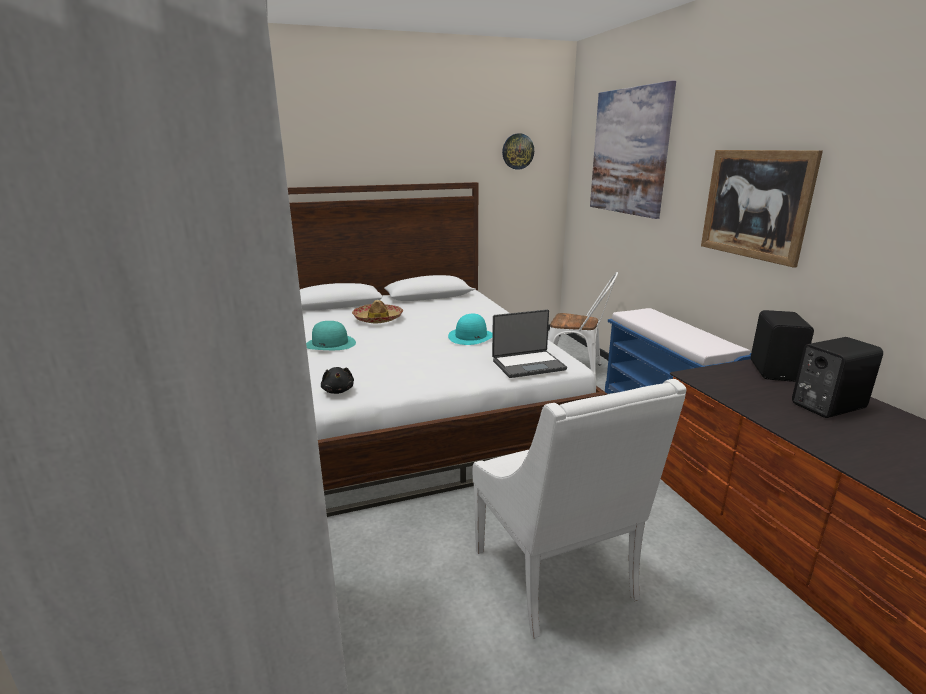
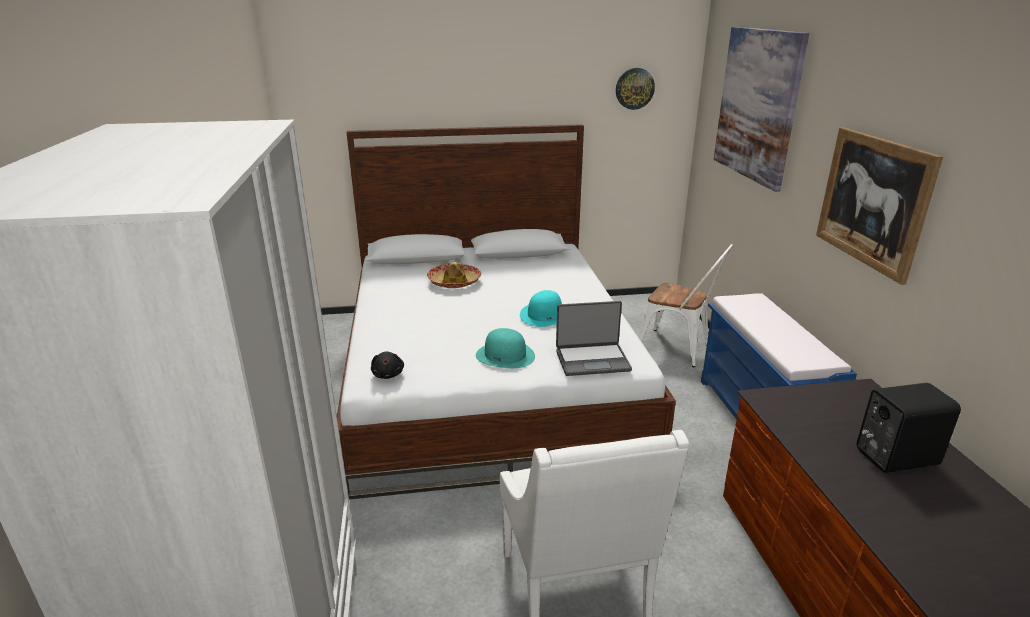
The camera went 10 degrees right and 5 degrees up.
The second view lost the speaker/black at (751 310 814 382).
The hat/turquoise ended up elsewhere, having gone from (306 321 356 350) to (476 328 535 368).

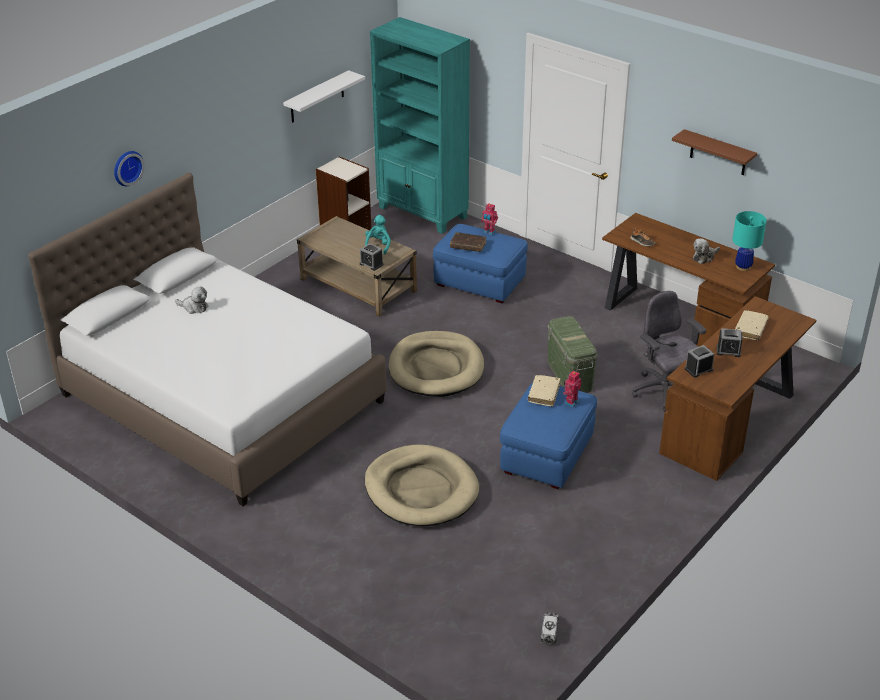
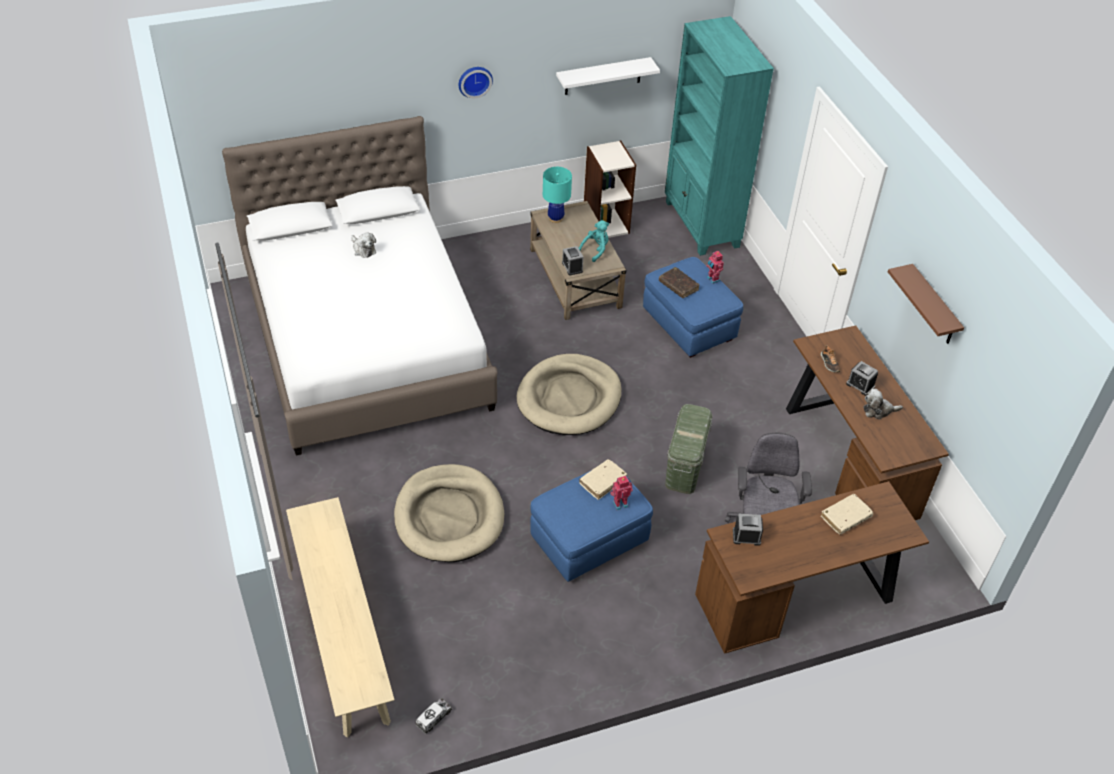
The camera went 30 degrees right and 10 degrees up.
The wall clock ended up elsewhere, having gone from (114 151 145 186) to (459 67 493 98).
The table lamp/turquoise ended up elsewhere, having gone from (732 211 767 271) to (543 167 572 223).
The alarm clock ended up elsewhere, having gone from (717 328 742 357) to (846 361 878 396).
The second view gained the bench/beige at (286 497 394 738).

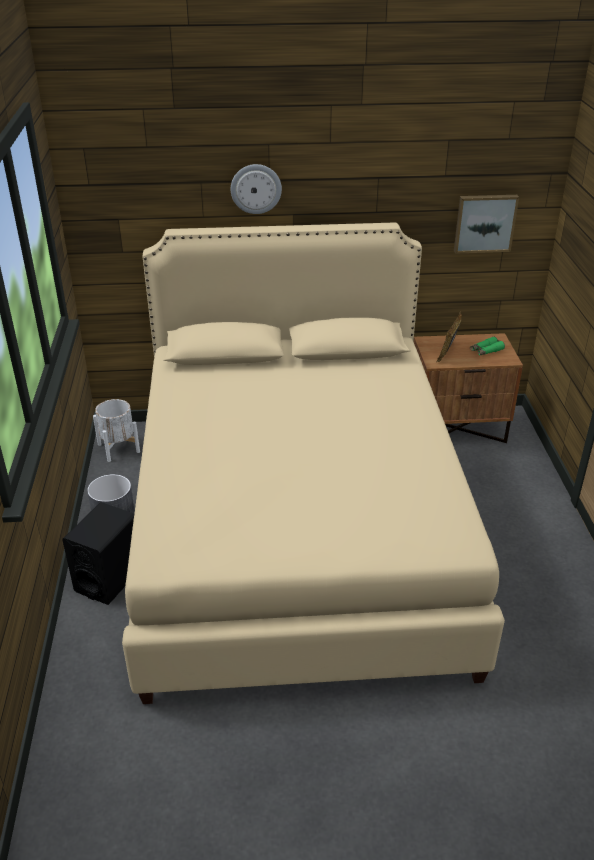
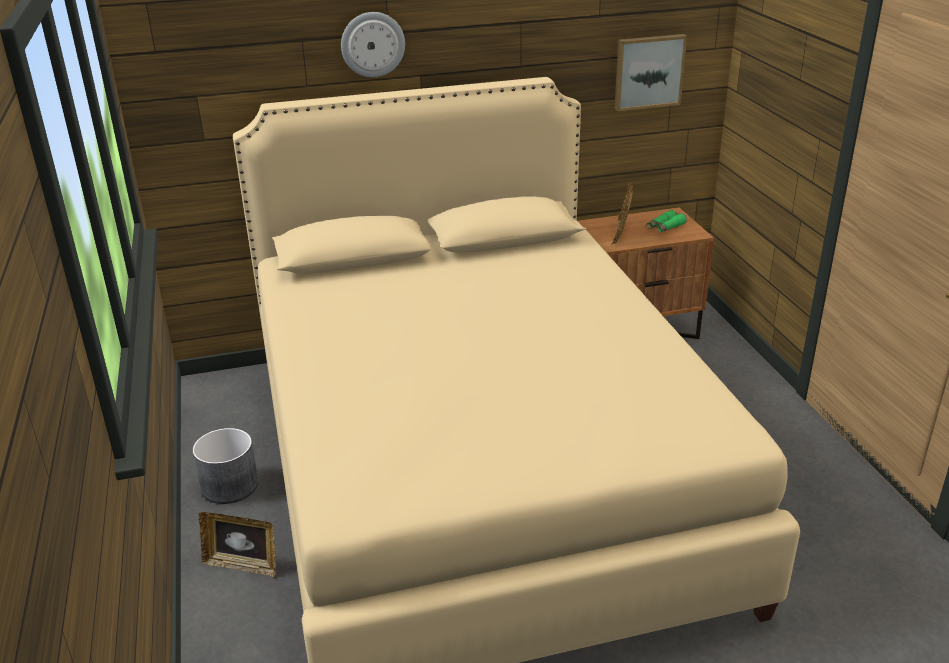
The camera went 10 degrees left and 5 degrees down.
The second view lost the planter/white at (93 399 140 462).
Where the speaker/black stood at (62 502 134 605), the picture frame came to stand at (199 512 276 577).

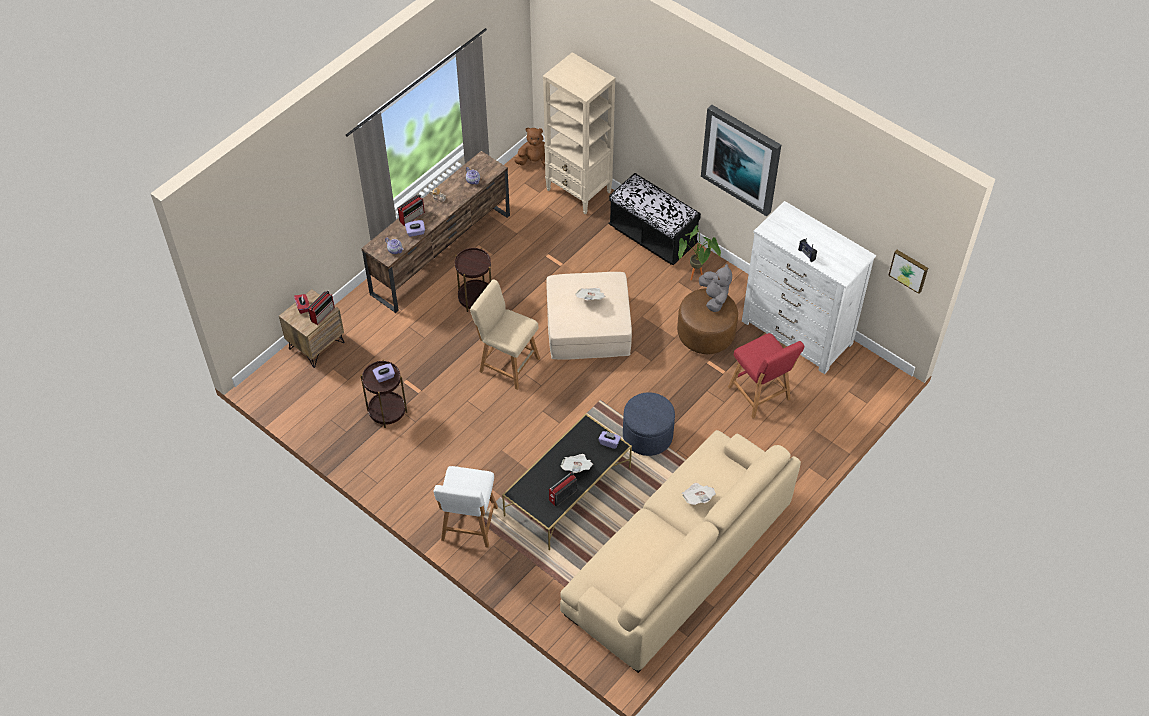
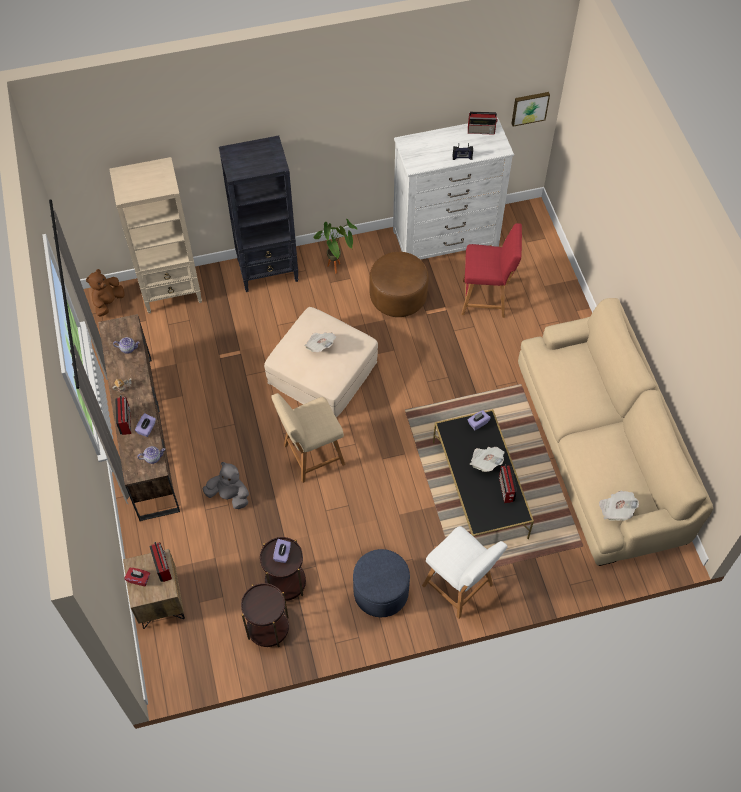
The camera went 55 degrees left and 5 degrees up.
The second view lost the picture at (701 105 781 216).
Where the bench/black stood at (609 173 701 265), the bookcase/black came to stand at (219 136 299 292).
The side table/brown ended up elsewhere, having gone from (455 248 491 312) to (241 583 289 648).
The plush toy/grey ended up elsewhere, having gone from (699 263 732 312) to (202 462 249 509).
The ottoman/blue ended up elsewhere, having gone from (623 392 675 456) to (353 549 410 617).
The newspaper ended up elsewhere, having gone from (681 483 716 505) to (599 491 639 521).
The second view gained the radio at (468 112 498 135).

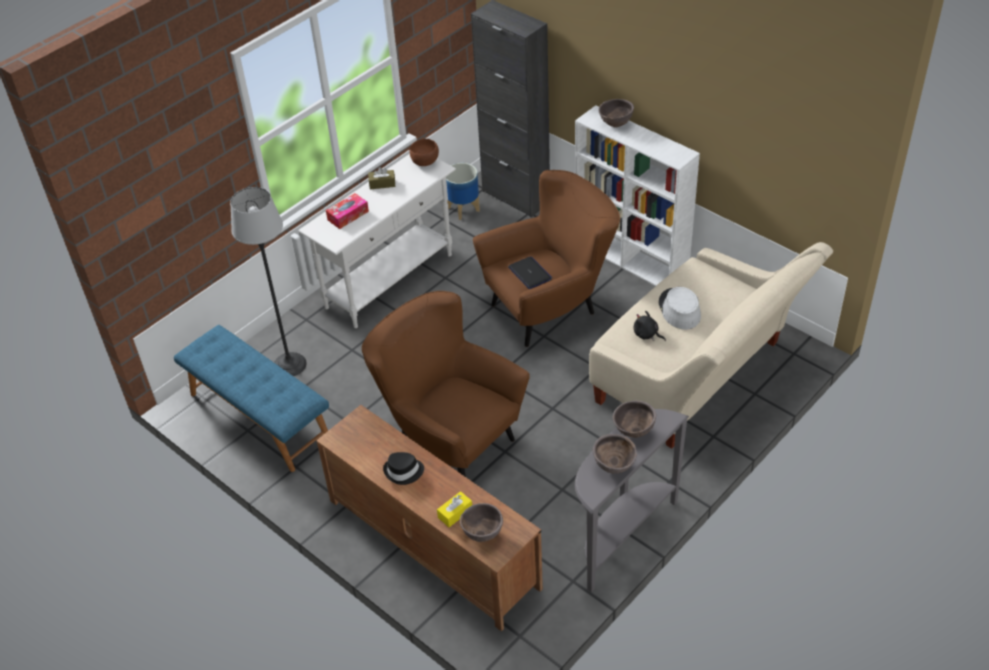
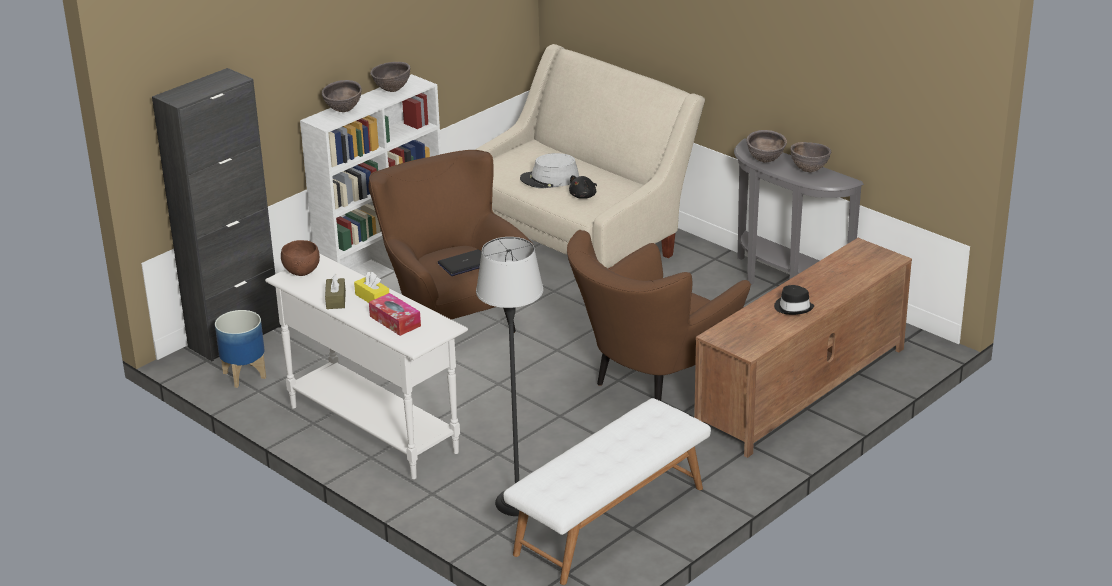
The camera went 90 degrees left and 15 degrees down.
What was the bench/blue at (174 325 329 472) turned into the bench/white at (504 398 711 585).
The tissue box/yellow ended up elsewhere, having gone from (437 491 472 527) to (354 272 389 303).
The bowl/brown ended up elsewhere, having gone from (460 503 503 542) to (370 62 410 92).

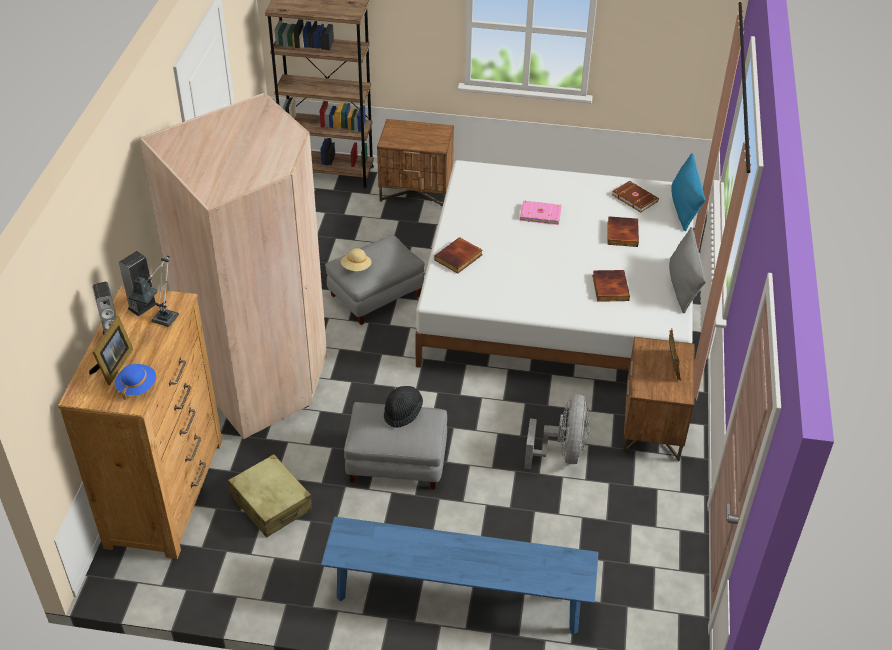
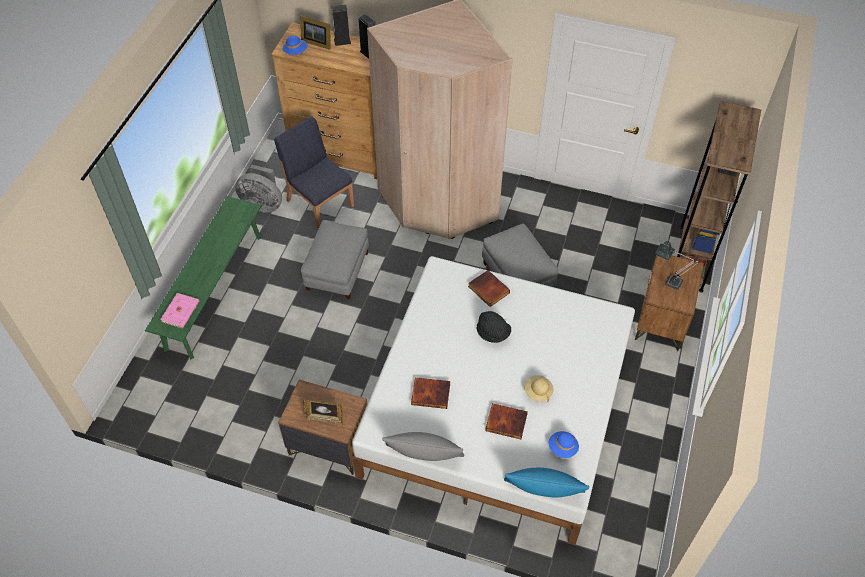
The camera went 100 degrees right and 10 degrees up.
Where the book/brown stood at (612 181 659 213), the hat/blue came to stand at (548 431 579 458).
The book/pink ended up elsewhere, having gone from (520 201 562 225) to (160 293 199 329).
The hat/beige ended up elsewhere, having gone from (341 248 372 271) to (524 375 554 402).
The table lamp ended up elsewhere, having gone from (127 256 179 327) to (655 241 700 290).
The hat/black ended up elsewhere, having gone from (384 386 423 428) to (477 311 511 343).
The fan/grey ended up elsewhere, having gone from (524 394 590 469) to (235 164 282 213).
Where the suitcase/beige stood at (228 454 312 538), the chair/blue came to stand at (274 116 354 229).
What was the bench/blue at (321 517 599 634) turned into the bench/green at (145 196 262 359).

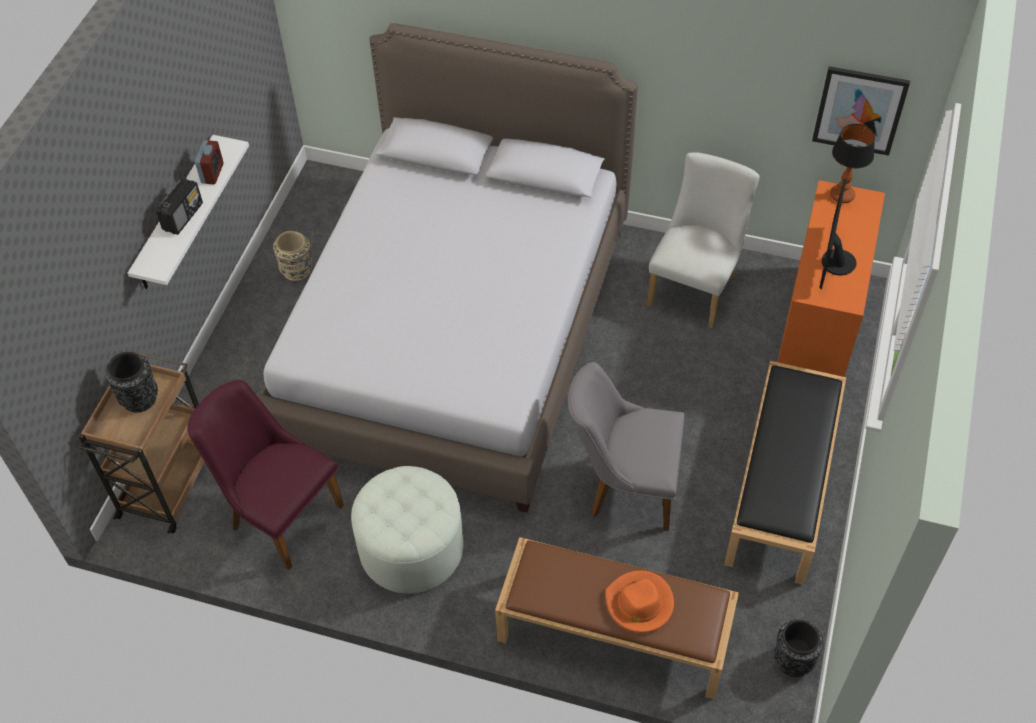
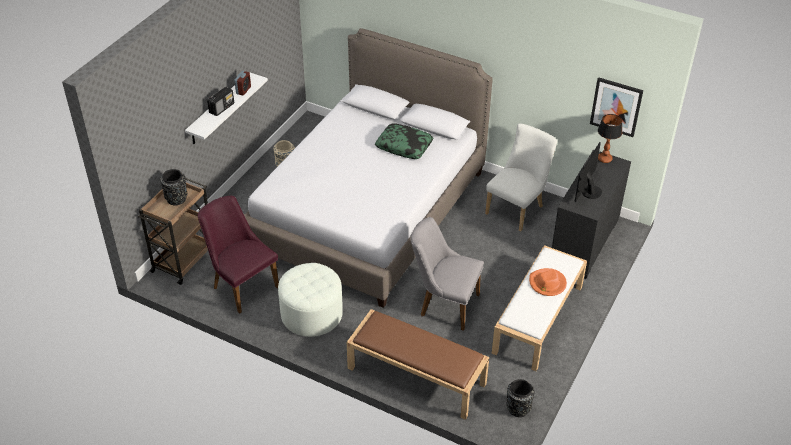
The camera went 10 degrees right and 10 degrees down.
What was the dresser/orange at (778 180 885 377) turned into the dresser/black at (552 149 631 279).
What was the bench/black at (724 361 846 585) turned into the bench/white at (492 245 587 371).
The hat/orange ended up elsewhere, having gone from (605 571 674 633) to (529 268 567 296).
The second view gained the pillow at (375 123 434 159).

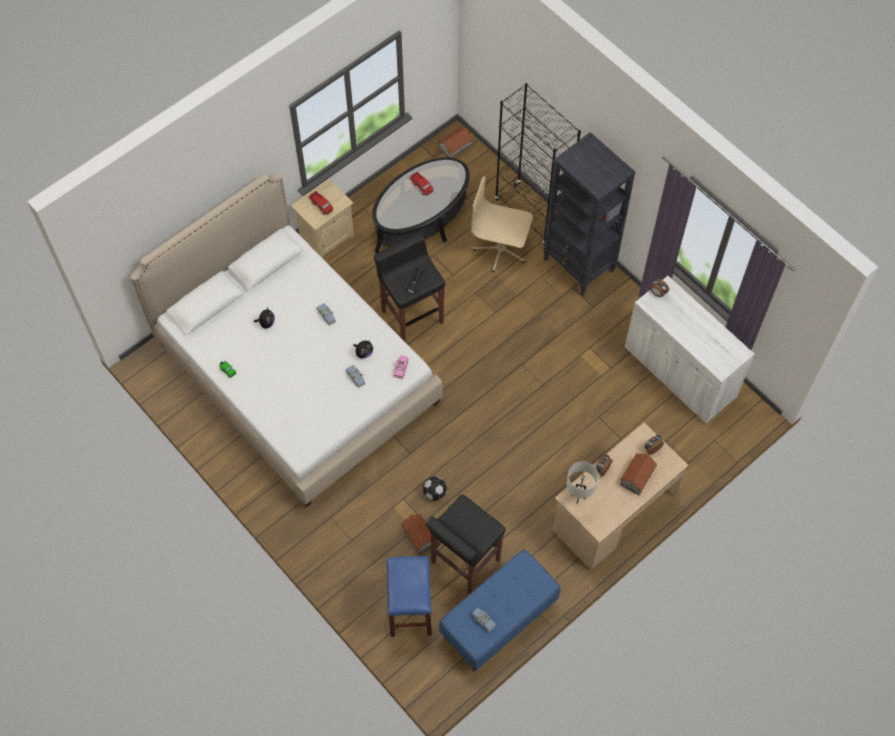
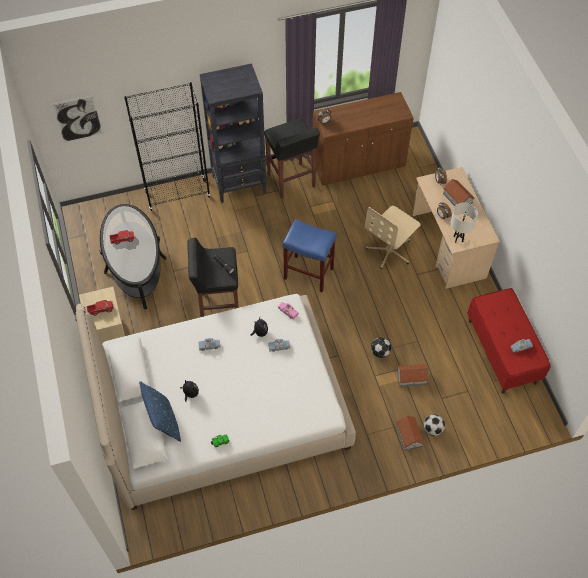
The camera went 65 degrees left and 5 degrees down.
The toy house ended up elsewhere, having gone from (438 128 473 158) to (396 415 424 451).
The office chair/beige ended up elsewhere, having gone from (471 176 533 272) to (365 206 421 269).
What was the cabinet/white at (625 276 754 423) turned into the cabinet/brown at (313 92 414 186).
The stool/black ended up elsewhere, having gone from (426 495 505 594) to (264 118 320 199).
What was the bench/blue at (439 549 561 671) turned into the bench/red at (468 288 551 394).
The stool/blue ended up elsewhere, having gone from (386 556 432 637) to (282 219 337 292).
The second view gained the picture at (51 95 104 143).
The second view gained the pillow/blue at (139 381 181 442).
The second view gained the football at (424 415 445 436).

